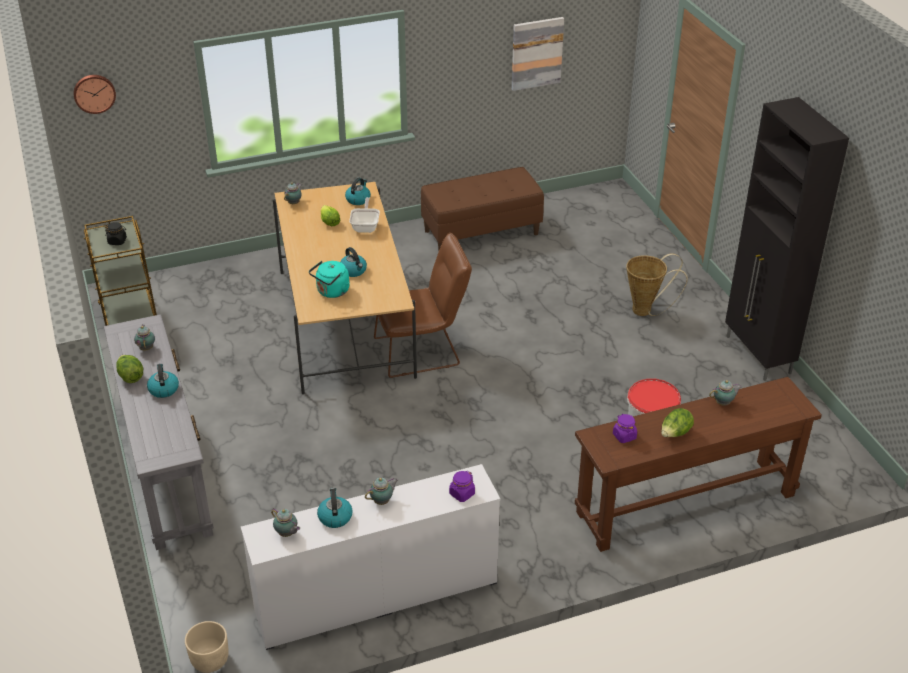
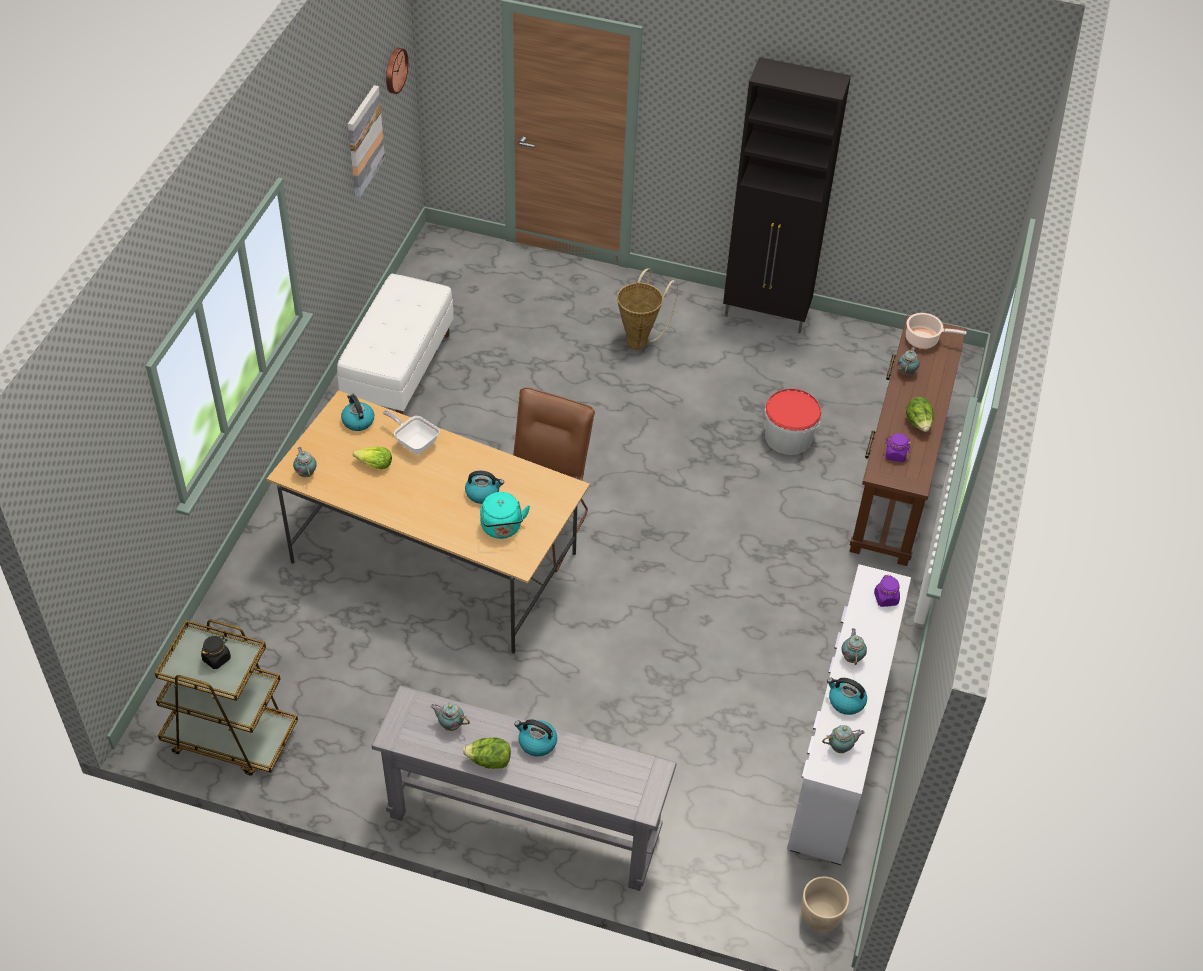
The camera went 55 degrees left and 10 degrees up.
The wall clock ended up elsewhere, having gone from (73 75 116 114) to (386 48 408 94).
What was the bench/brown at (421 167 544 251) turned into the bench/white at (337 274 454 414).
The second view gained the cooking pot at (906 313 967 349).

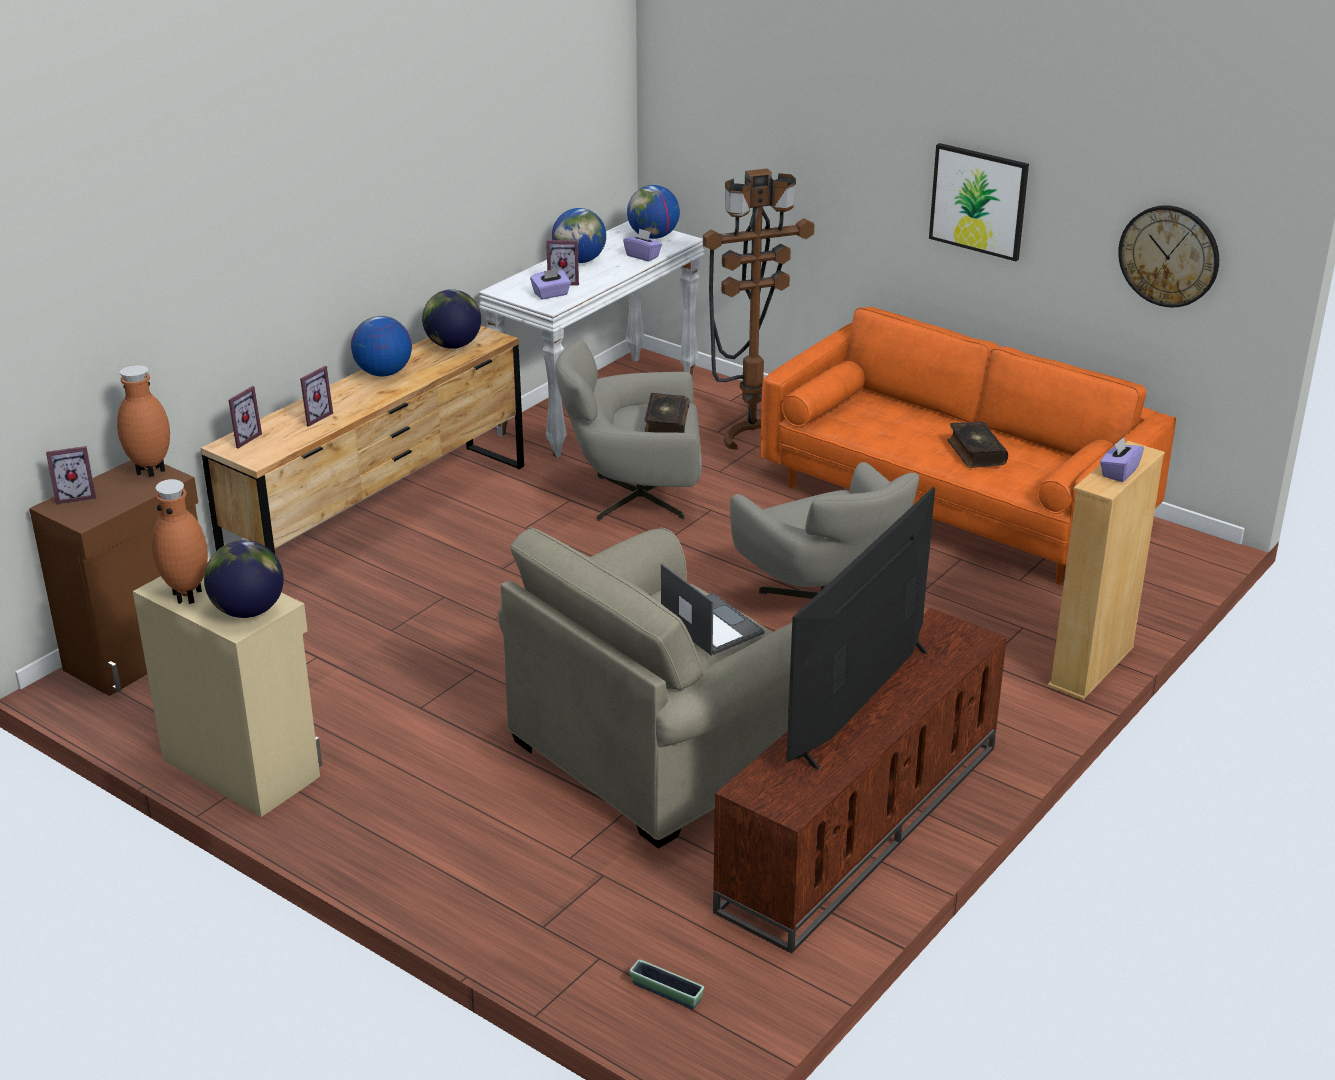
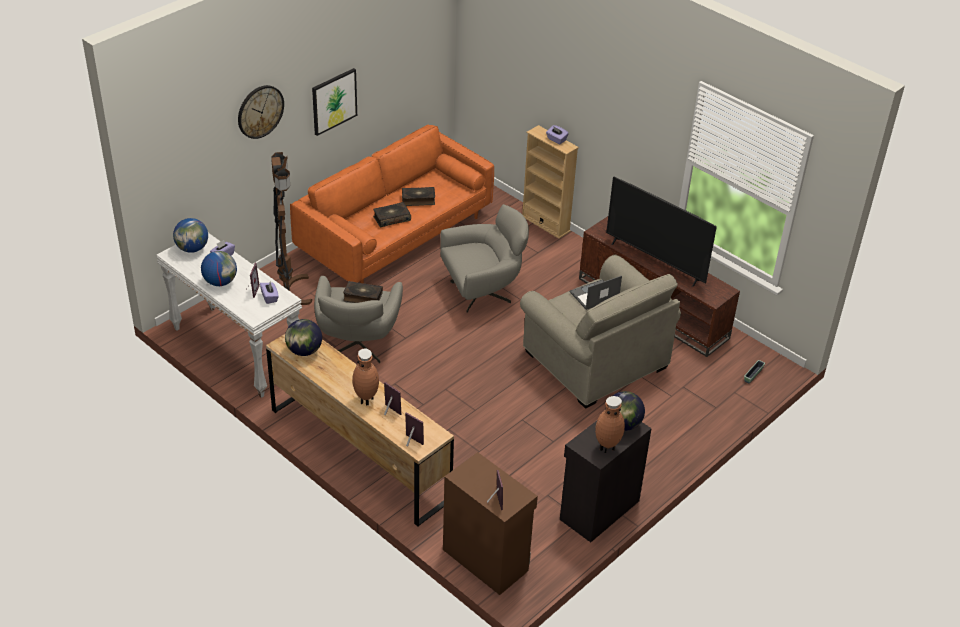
The camera went 85 degrees left and 10 degrees up.
The wall clock ended up elsewhere, having gone from (1118 205 1219 307) to (238 85 284 139).
The second view lost the globe at (351 316 412 376).
The vase/brown ended up elsewhere, having gone from (117 365 170 477) to (352 349 379 405).
What was the cabinet/beige at (133 558 322 817) turned into the cabinet/black at (560 421 652 542).
The second view gained the book at (373 202 411 227).

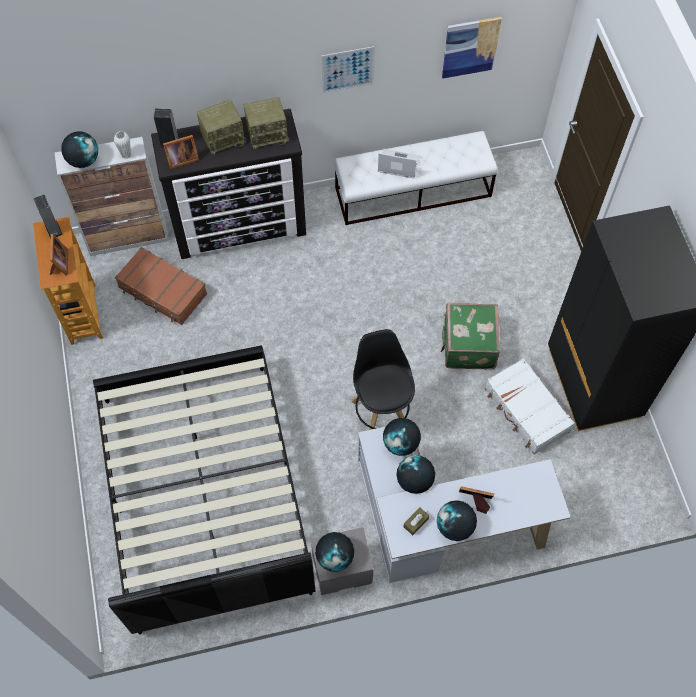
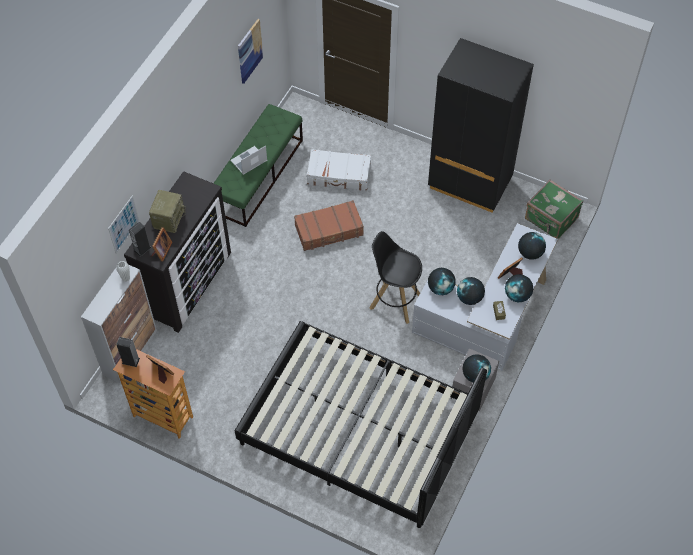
The camera went 50 degrees left and 5 degrees down.
The picture ended up elsewhere, having gone from (321 46 375 93) to (108 195 139 253).
The second view lost the radio at (244 97 290 149).
The globe ended up elsewhere, having gone from (61 131 98 168) to (518 232 546 260).
What was the bench/white at (334 131 498 225) turned into the bench/green at (213 104 303 227).
The suitcase/brown ended up elsewhere, having gone from (115 247 207 325) to (294 200 364 251).
The suitcase/green ended up elsewhere, having gone from (441 303 500 369) to (525 180 583 239).
The suitcase/white ended up elsewhere, having gone from (485 358 575 454) to (307 149 371 190).

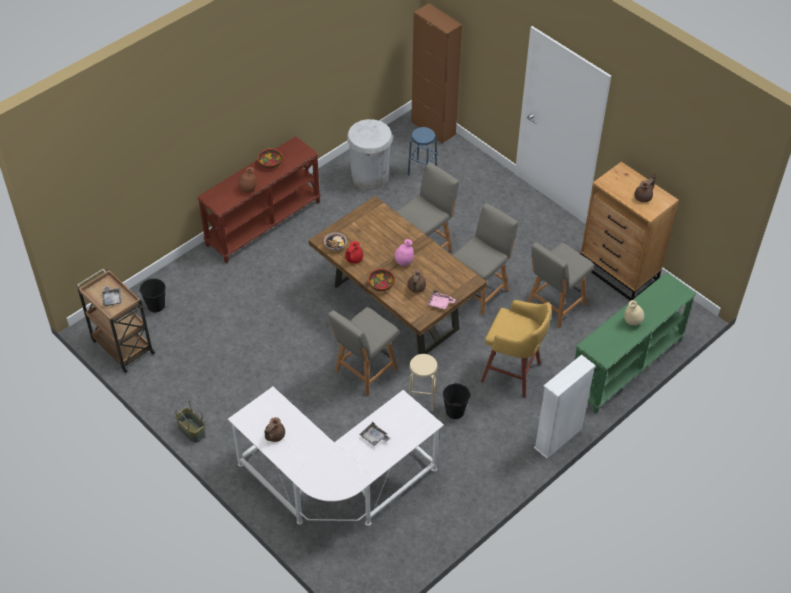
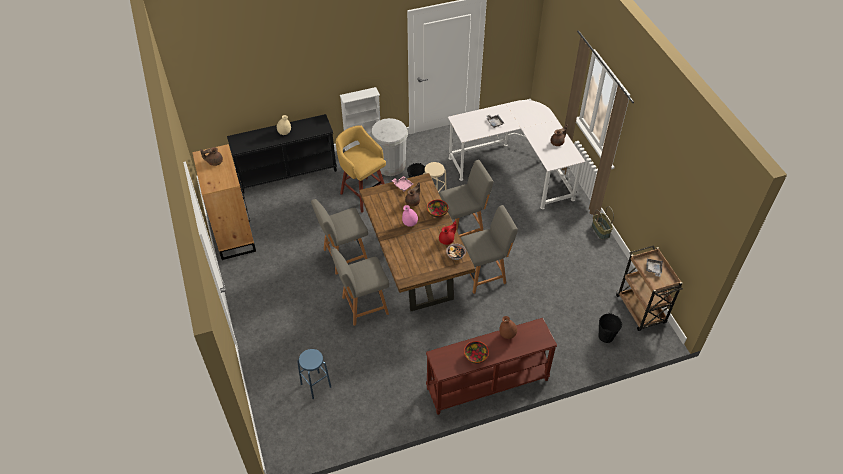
The camera went 155 degrees left and 0 degrees up.
The second view lost the cabinet/brown at (411 3 462 144).
The trash can/white ended up elsewhere, having gone from (347 119 393 190) to (370 118 408 176).
The chair/grey ended up elsewhere, having gone from (527 242 594 328) to (460 205 518 294).
What was the console table/green at (575 272 696 414) turned into the console table/black at (227 114 337 194).

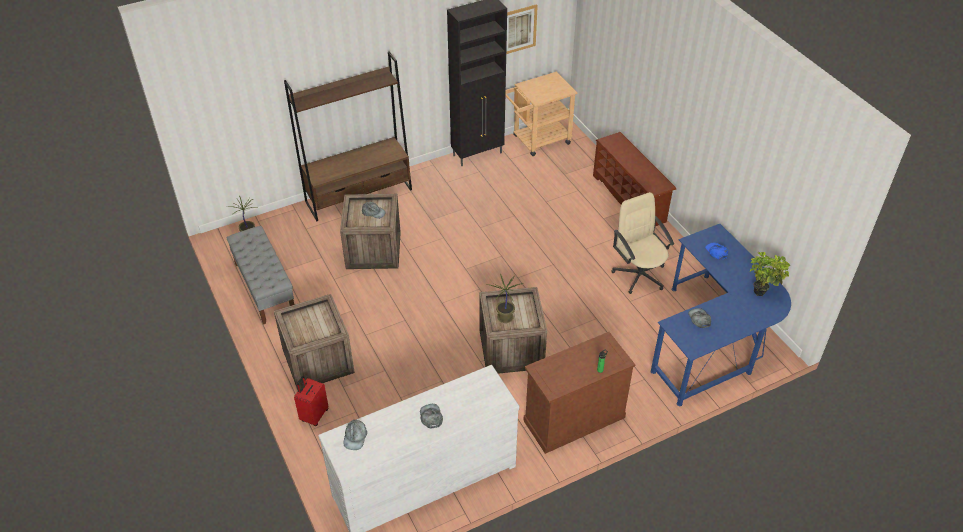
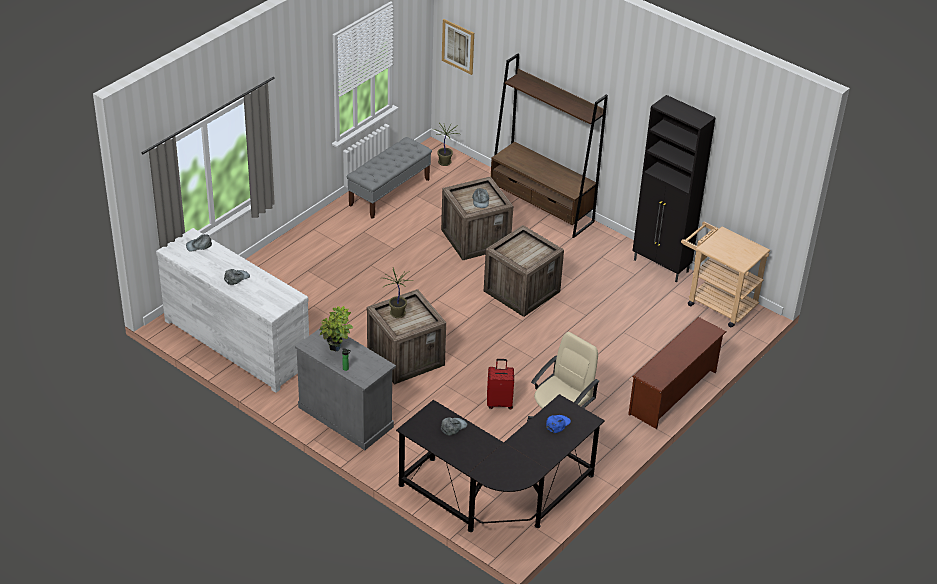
The camera went 65 degrees right and 5 degrees down.
The picture ended up elsewhere, having gone from (506 4 538 54) to (442 19 474 75).
What was the desk/blue at (651 224 791 406) turned into the desk/black at (396 394 605 532).
The potted plant ended up elsewhere, having gone from (750 252 790 296) to (319 306 353 352).
The crate ended up elsewhere, having gone from (274 294 355 391) to (484 225 564 317).
What was the cabinet/brown at (523 332 635 454) turned into the cabinet/grey at (295 328 396 450).
The suitcase/red ended up elsewhere, having gone from (294 376 328 426) to (487 359 514 410).

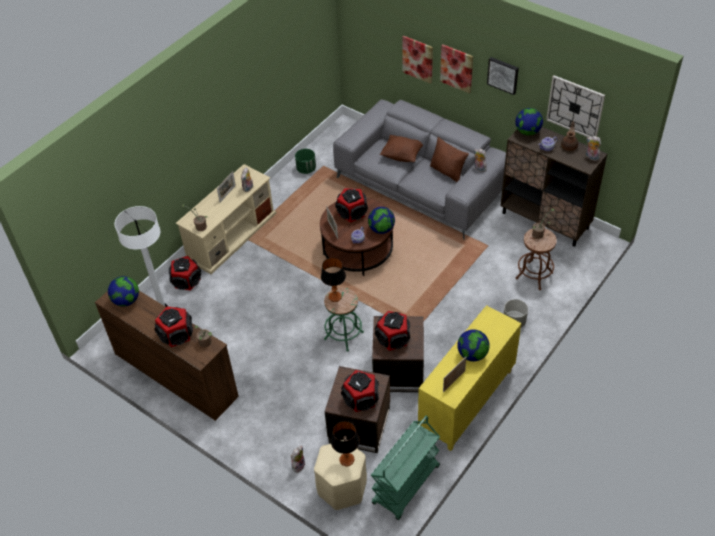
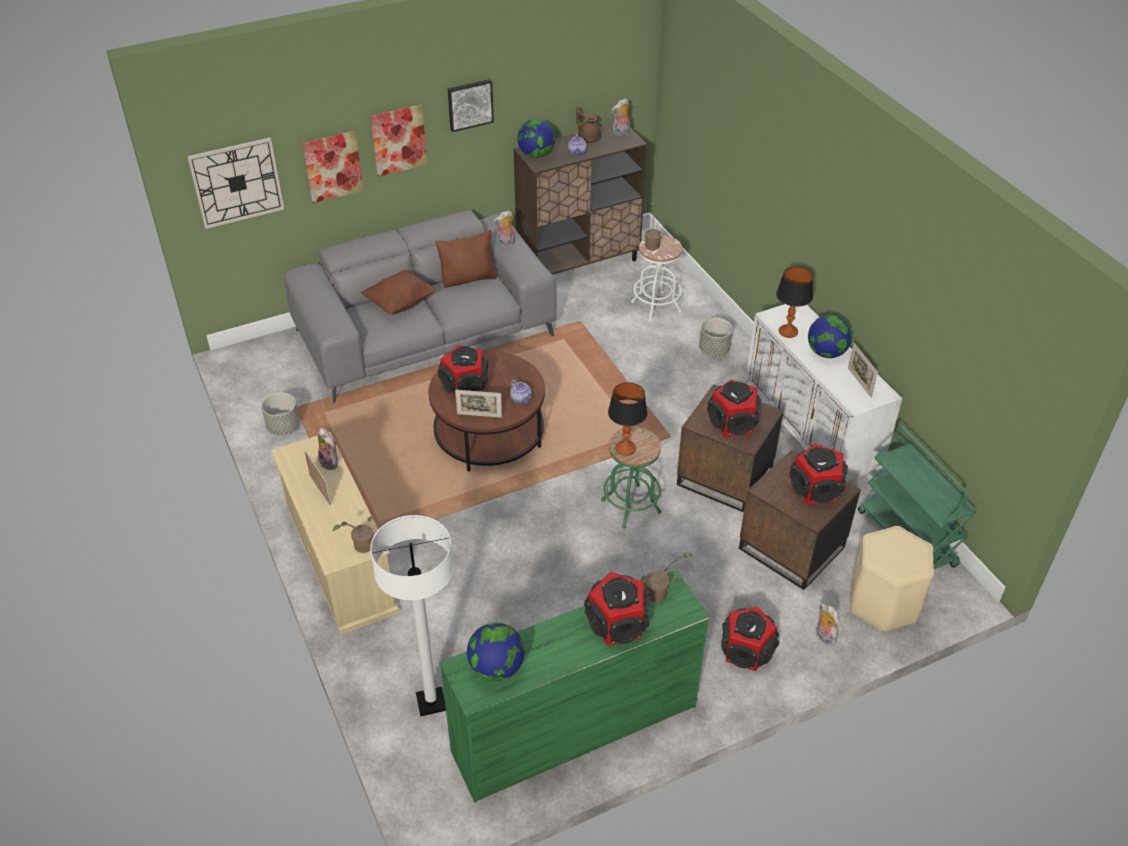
The camera went 65 degrees left and 5 degrees down.
The wall clock ended up elsewhere, having gone from (546 75 605 137) to (187 138 284 229).
What was the planter/green at (295 149 316 174) turned into the planter/grey at (261 393 300 435).
The second view lost the globe at (368 207 395 234).
What was the stool/brown at (516 229 557 290) turned into the stool/white at (631 235 682 322).
The speaker ended up elsewhere, having gone from (169 256 201 291) to (721 607 779 671).
What was the dresser/brown at (95 291 239 421) turned into the dresser/green at (439 570 709 803).
What was the cabinet/yellow at (418 305 522 451) turned into the cabinet/white at (745 304 903 481).
The table lamp ended up elsewhere, having gone from (331 421 360 466) to (776 267 813 338).

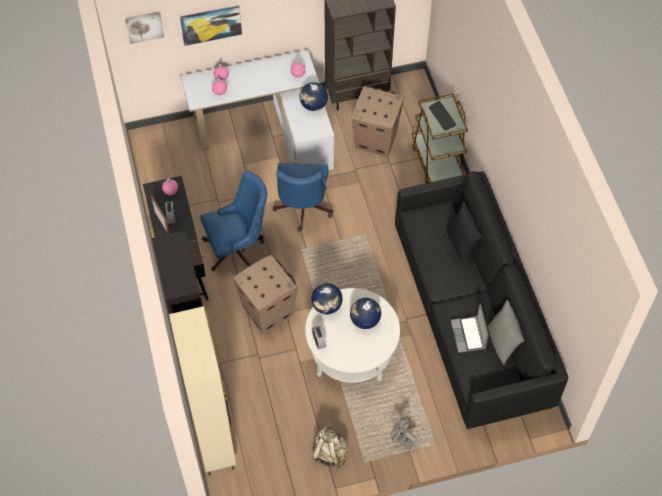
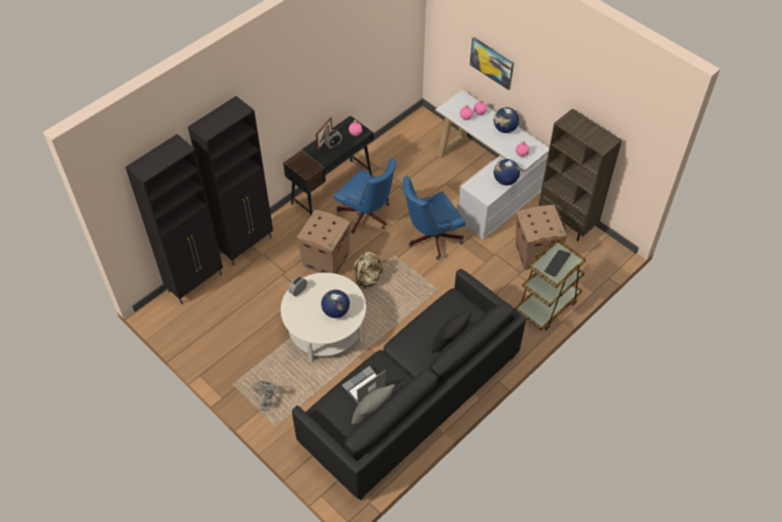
The camera went 60 degrees right and 5 degrees down.
The second view lost the picture at (125 11 164 44).
The globe ended up elsewhere, having gone from (311 283 343 315) to (494 107 519 133).
What was the cabinet/beige at (169 306 236 476) turned into the cabinet/black at (125 134 223 304).
The backpack/beige ended up elsewhere, having gone from (312 425 348 468) to (354 252 383 289).

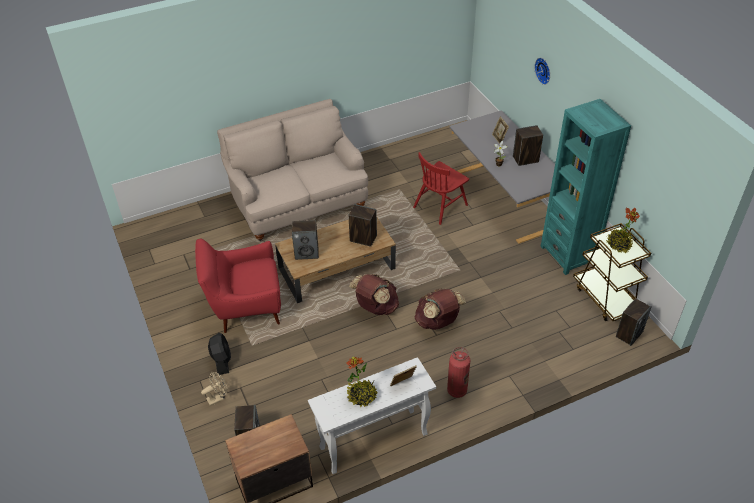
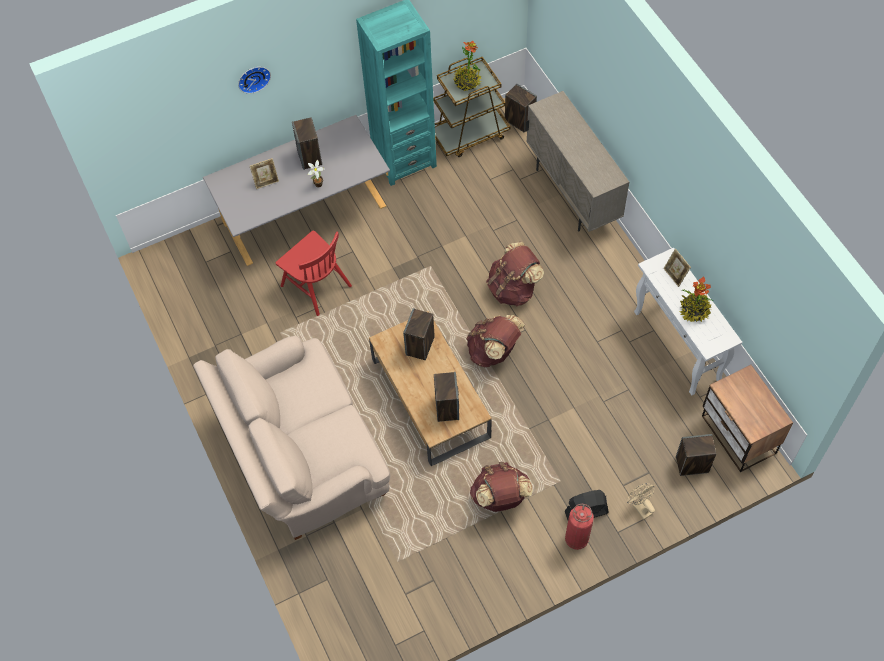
The camera went 90 degrees left and 15 degrees up.
Where the armchair/red stood at (195 239 281 333), the backpack/brown came to stand at (470 462 533 512).
The fire extinguisher ended up elsewhere, having gone from (447 347 470 398) to (565 504 594 550).
The second view gained the cabinet/beige at (526 91 630 232).

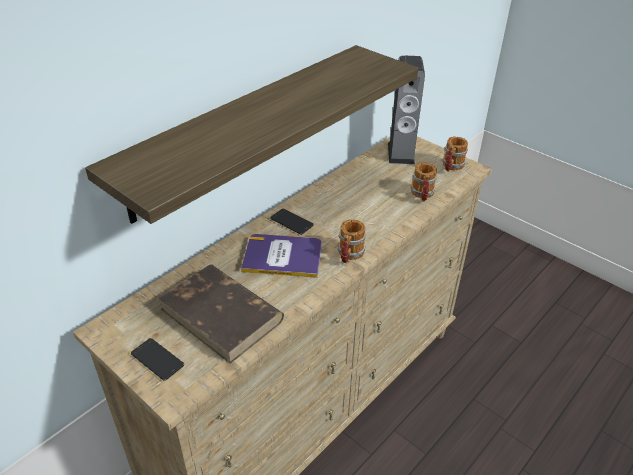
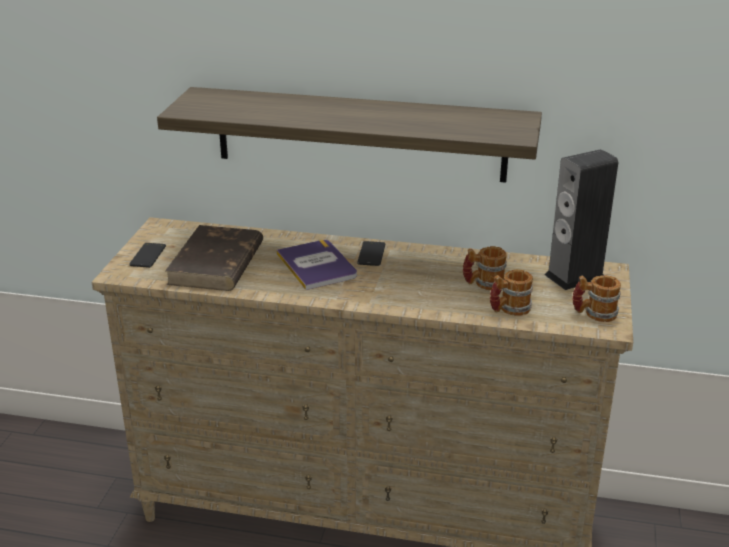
The camera went 60 degrees right and 10 degrees down.
The mug ended up elsewhere, having gone from (338 219 366 263) to (463 246 507 290).

